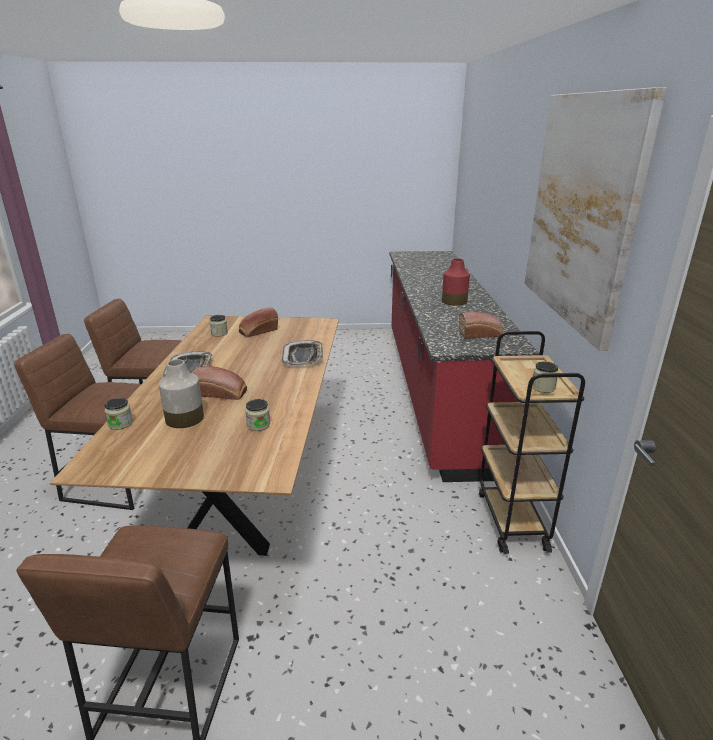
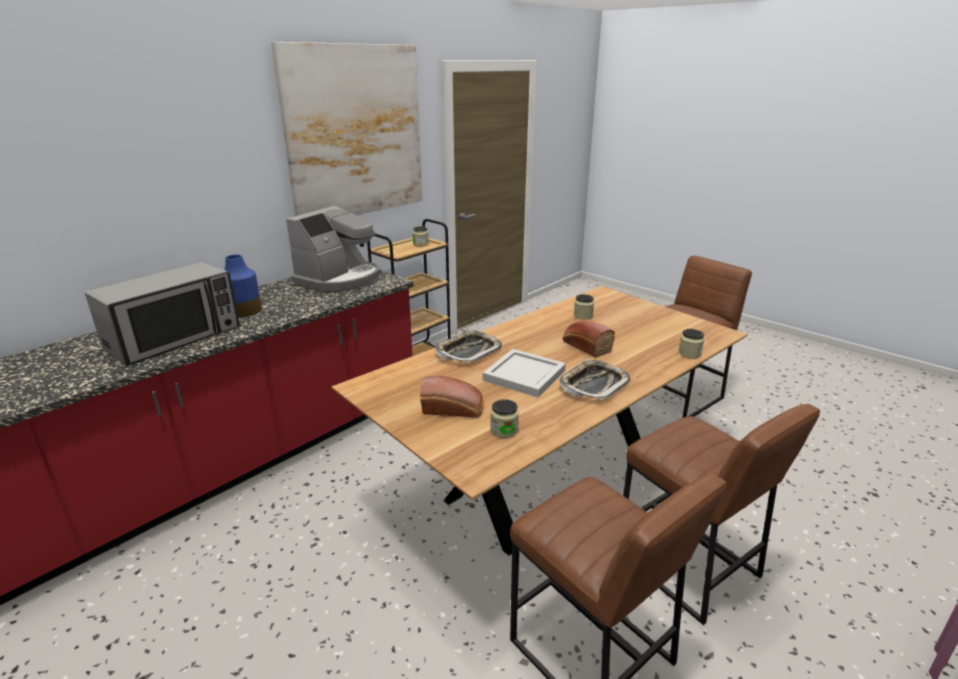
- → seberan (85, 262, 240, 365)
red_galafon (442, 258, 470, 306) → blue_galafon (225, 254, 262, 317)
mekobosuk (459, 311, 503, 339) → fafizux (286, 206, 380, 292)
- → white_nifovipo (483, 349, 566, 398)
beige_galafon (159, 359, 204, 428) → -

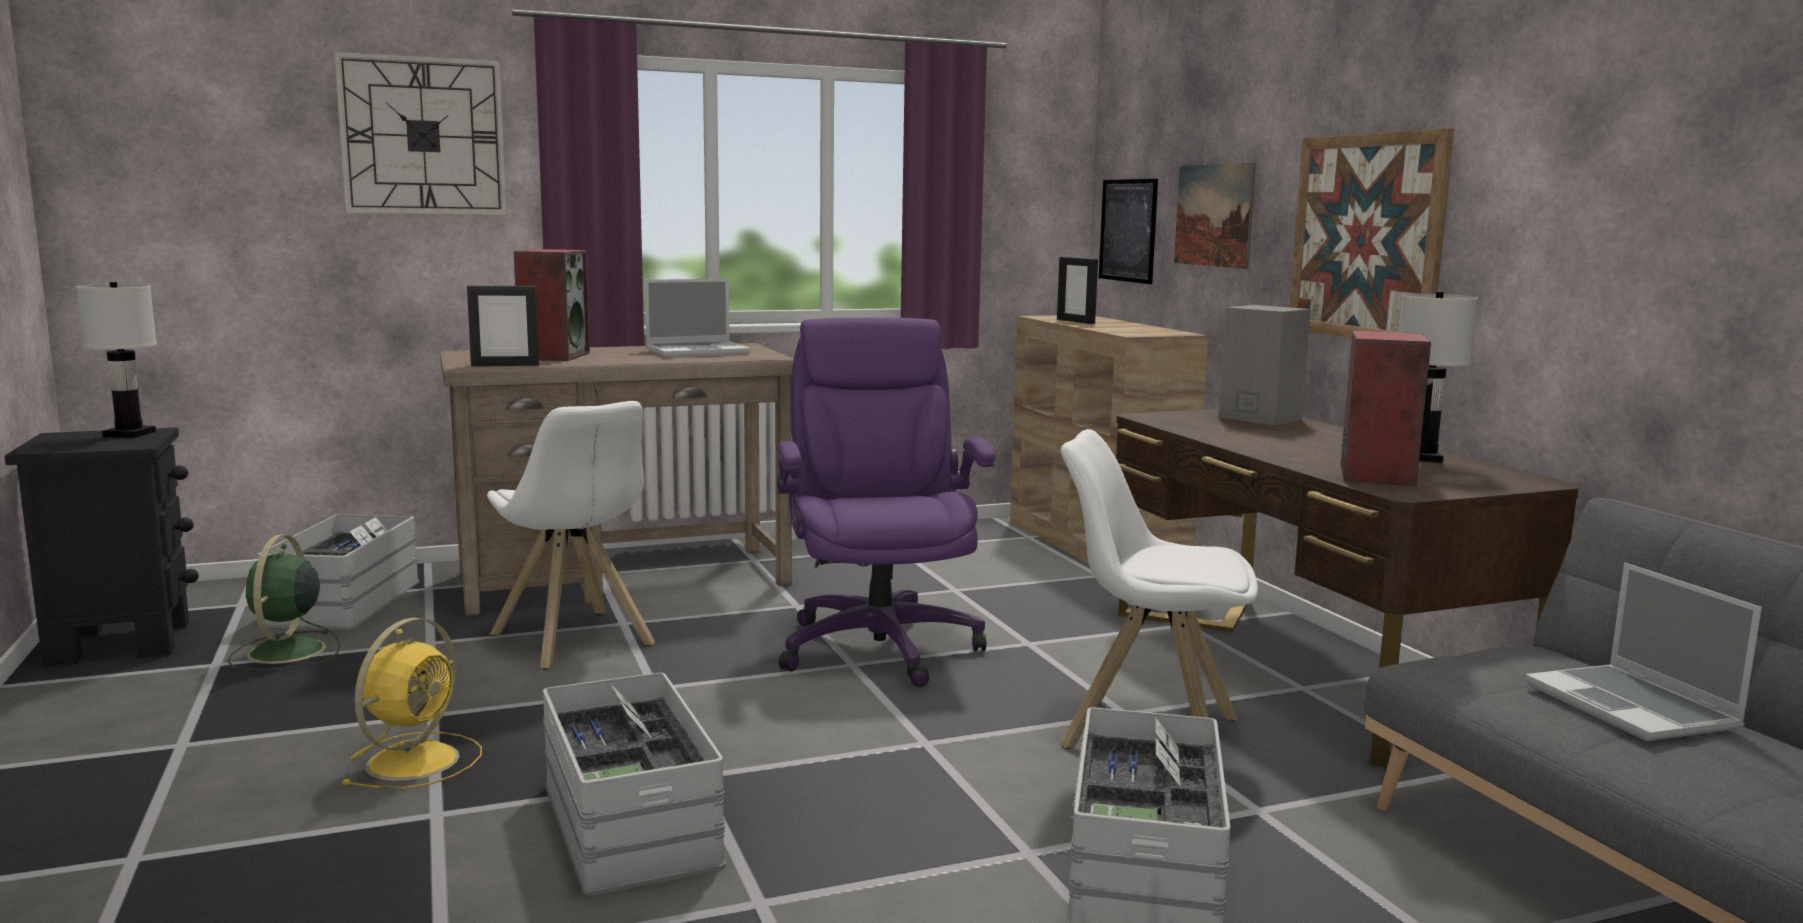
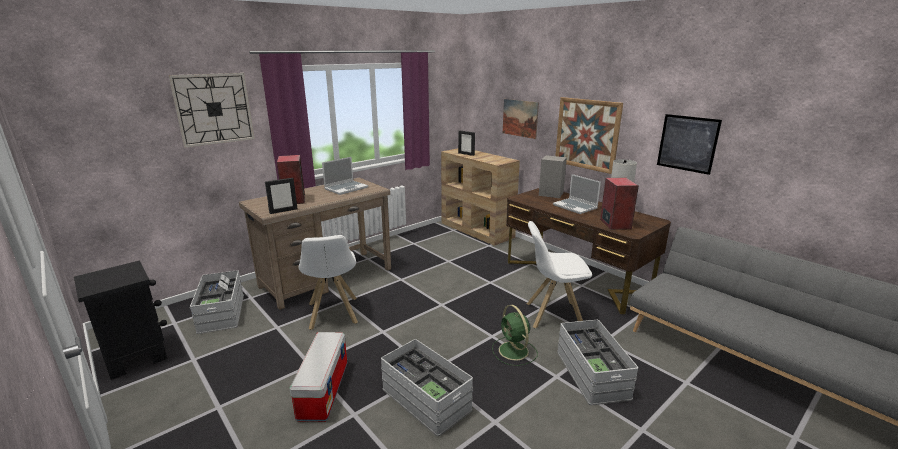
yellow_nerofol (341, 618, 482, 789) → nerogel (290, 332, 347, 422)
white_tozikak (487, 401, 655, 670) → white_tozikak (298, 235, 358, 330), 45 degrees clockwise
green_nerofol (228, 535, 340, 670) → green_nerofol (492, 305, 538, 366), shifted
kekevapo (1525, 563, 1762, 741) → kekevapo (553, 174, 601, 214), shifted
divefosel (1099, 179, 1158, 284) → divefosel (657, 114, 722, 175), shifted
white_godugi (76, 282, 157, 438) → -
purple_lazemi (777, 317, 996, 687) → -

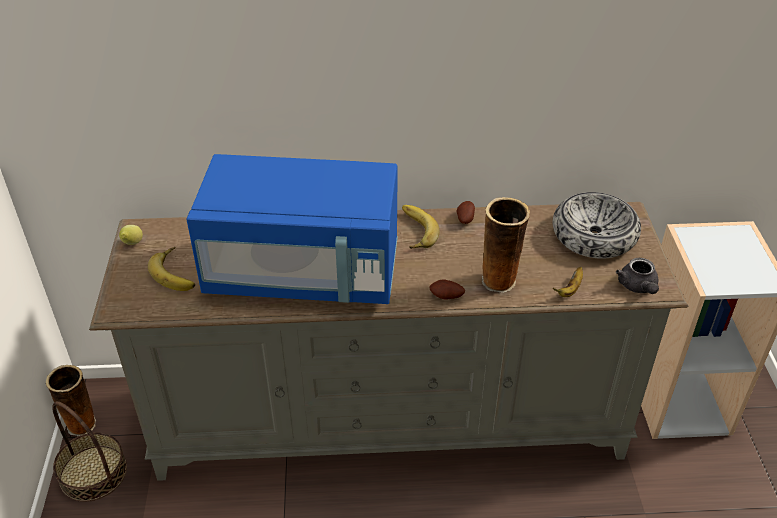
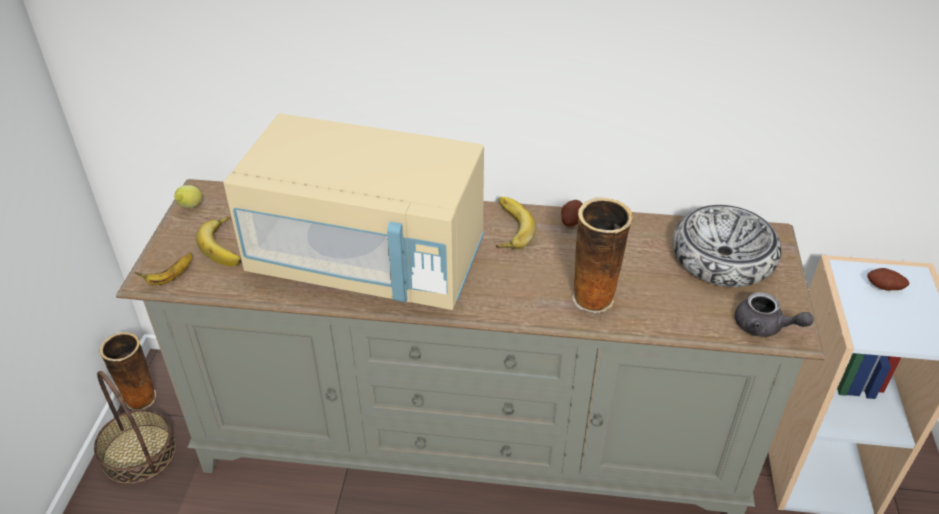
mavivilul (553, 267, 583, 297) → mavivilul (134, 253, 192, 285), shifted
blue_seberan (186, 154, 398, 304) → beige_seberan (223, 113, 484, 310)
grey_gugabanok (616, 258, 659, 294) → grey_gugabanok (735, 292, 814, 337), 60 degrees counterclockwise
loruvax (429, 280, 465, 300) → loruvax (867, 268, 909, 290), shifted

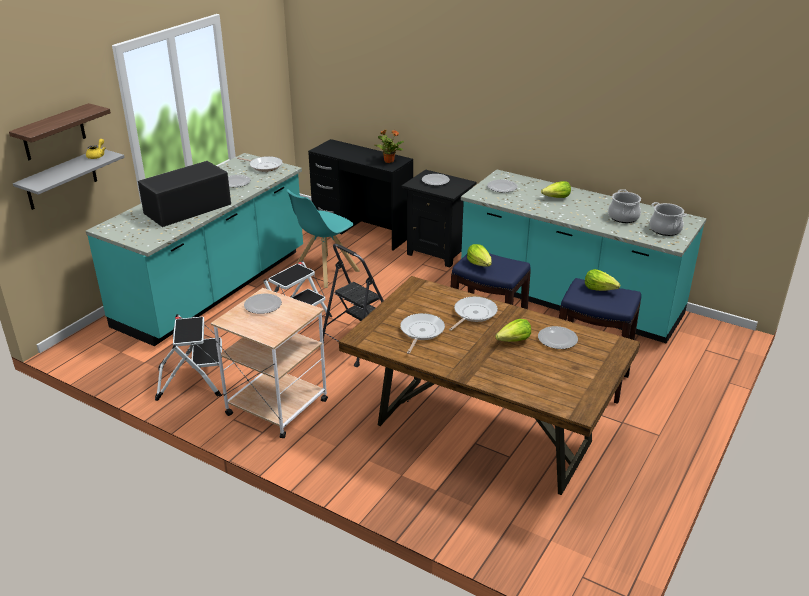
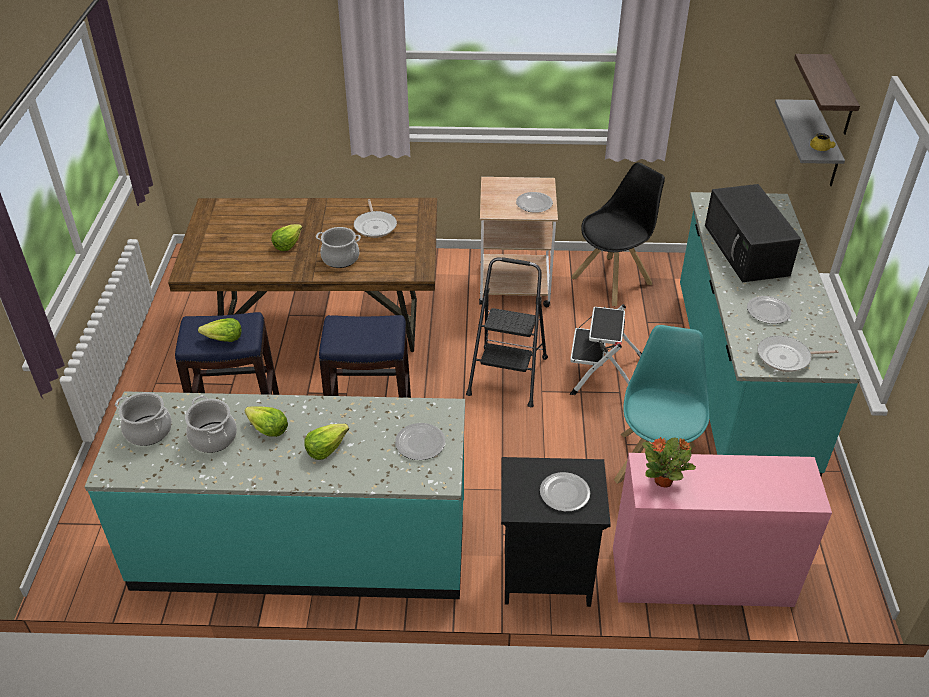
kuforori (467, 244, 492, 267) → kuforori (244, 407, 288, 437), shifted
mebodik (449, 297, 498, 331) → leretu (316, 227, 361, 268)
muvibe (155, 314, 222, 401) → black_tozikak (571, 162, 665, 306)
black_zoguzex (308, 139, 413, 250) → pink_zoguzex (613, 453, 832, 607)
black_seberan (138, 161, 231, 227) → black_seberan (705, 184, 801, 282), 150 degrees clockwise
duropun (538, 326, 578, 349) → -

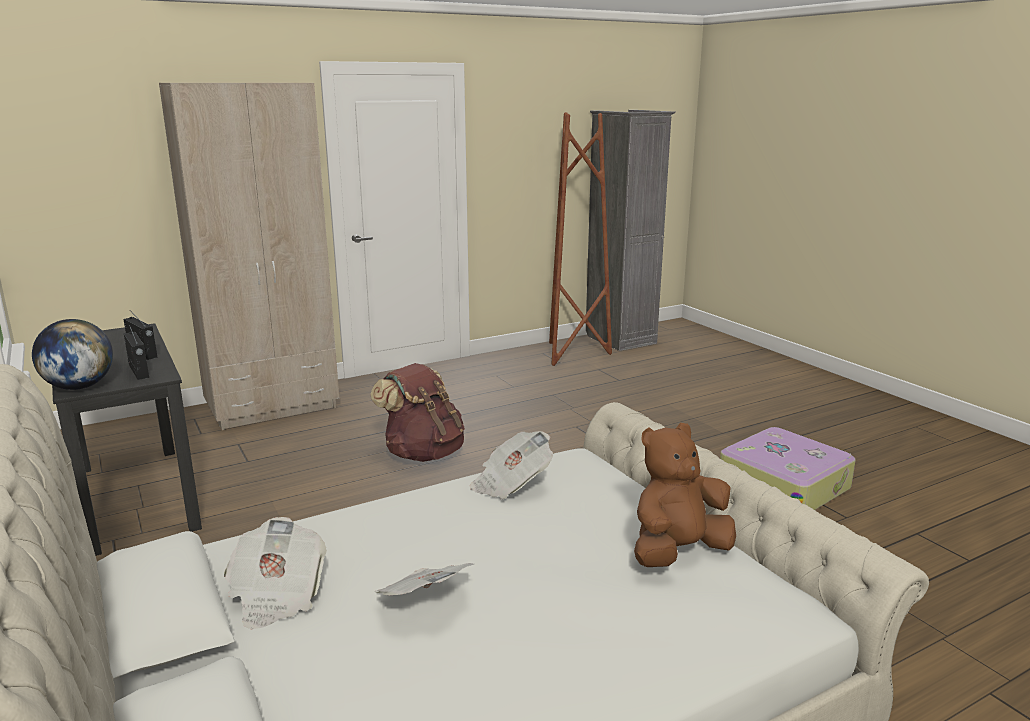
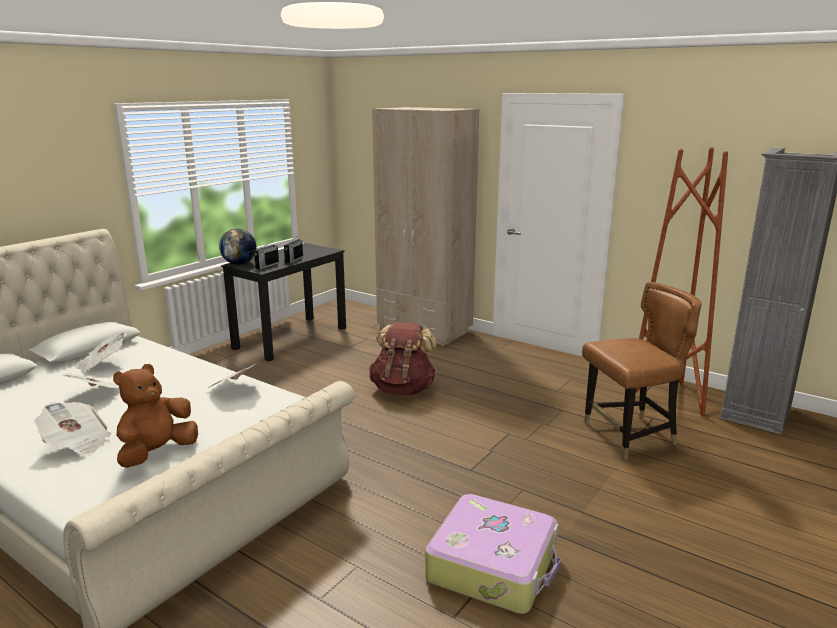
- → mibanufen (34, 402, 111, 456)
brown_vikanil (634, 423, 736, 567) → brown_vikanil (113, 364, 198, 468), 90 degrees counterclockwise
- → brown_tozikak (582, 282, 702, 459)

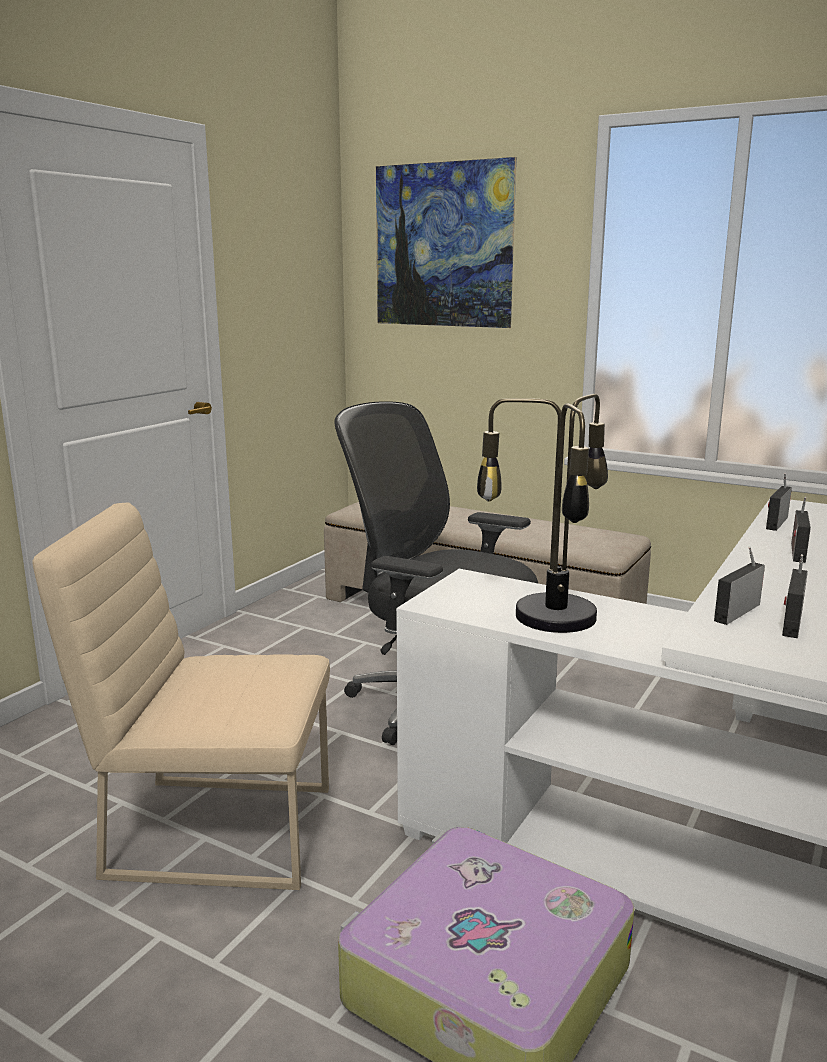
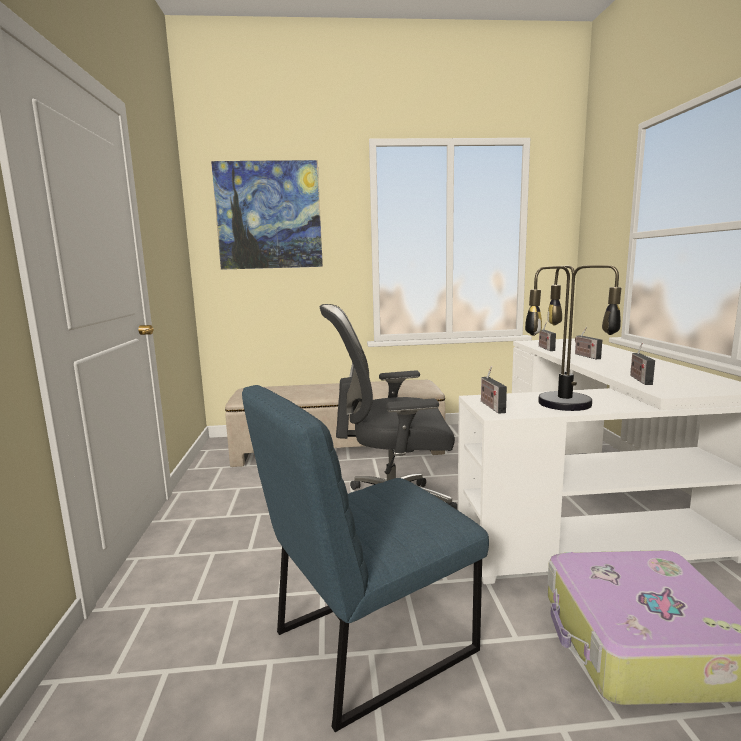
beige_tozikak (32, 503, 330, 890) → blue_tozikak (242, 385, 489, 732)
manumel (782, 554, 808, 638) → manumel (481, 366, 507, 414), shifted

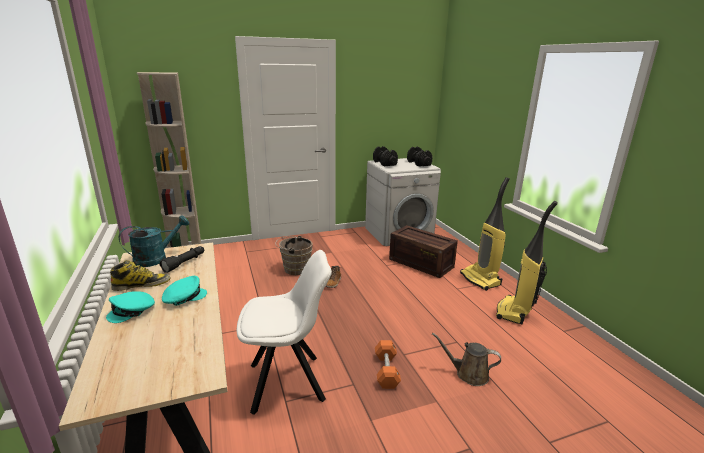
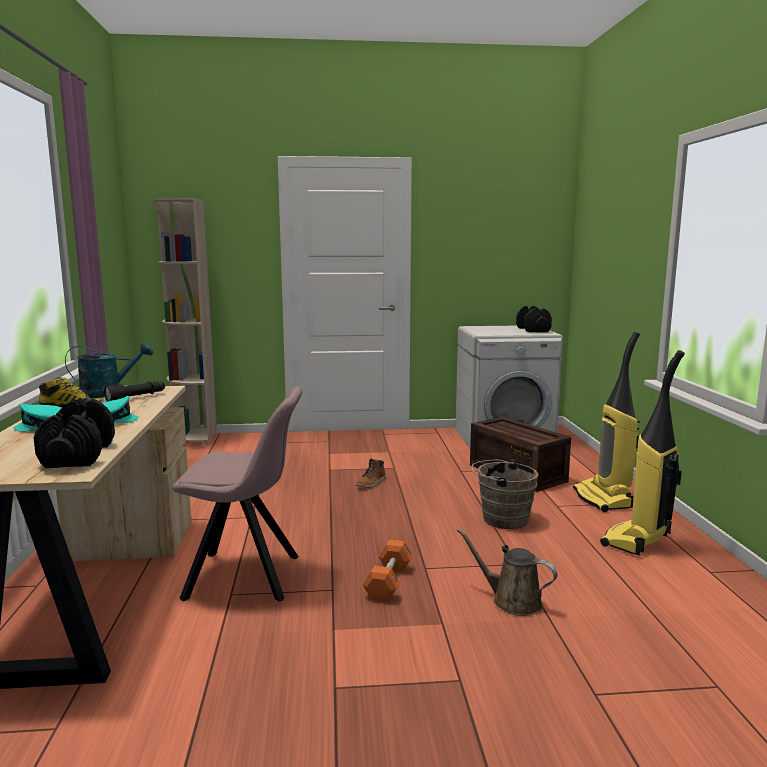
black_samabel (373, 146, 398, 166) → black_samabel (34, 399, 115, 468), shifted
white_tozikak (237, 250, 332, 415) → pink_tozikak (172, 387, 302, 601)
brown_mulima (275, 236, 313, 275) → brown_mulima (472, 460, 539, 529), shifted

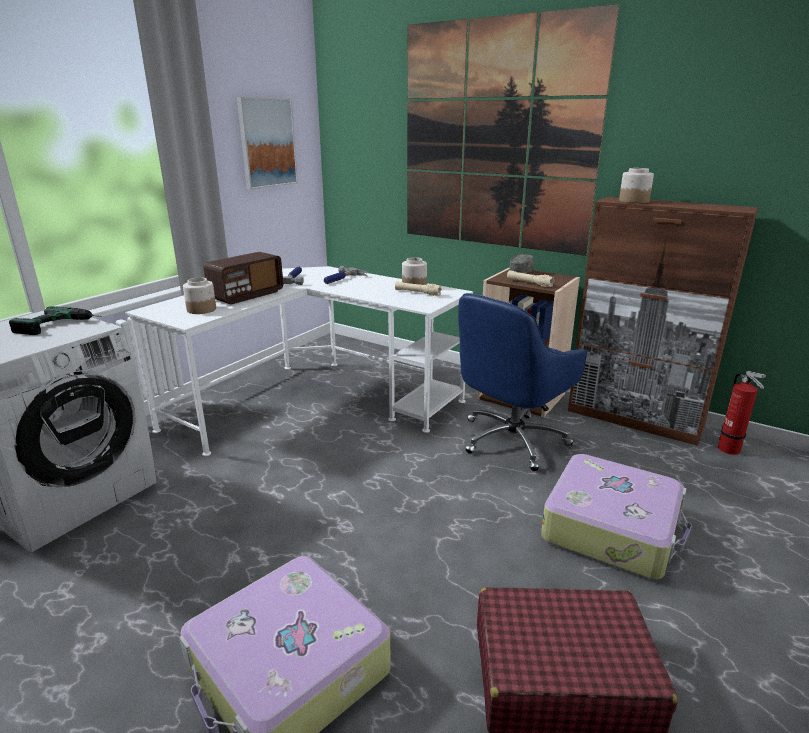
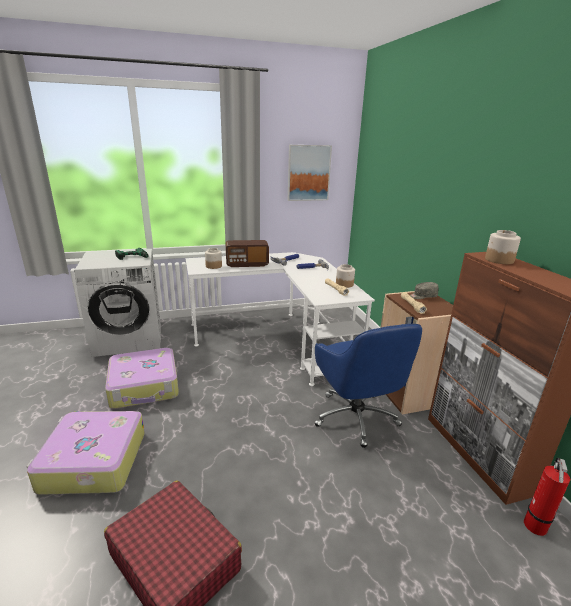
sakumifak (541, 454, 692, 579) → sakumifak (105, 348, 179, 409), shifted
blue_lazemi (458, 293, 587, 471) → blue_lazemi (315, 324, 422, 448), 105 degrees counterclockwise
divefosel (407, 4, 619, 256) → -

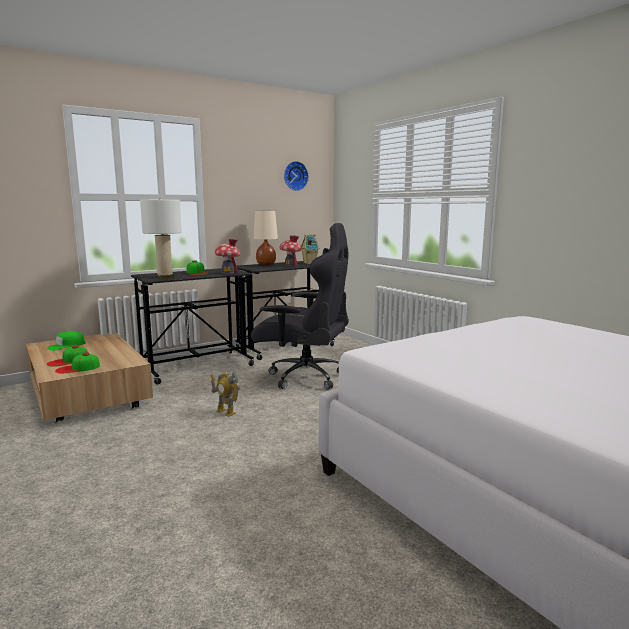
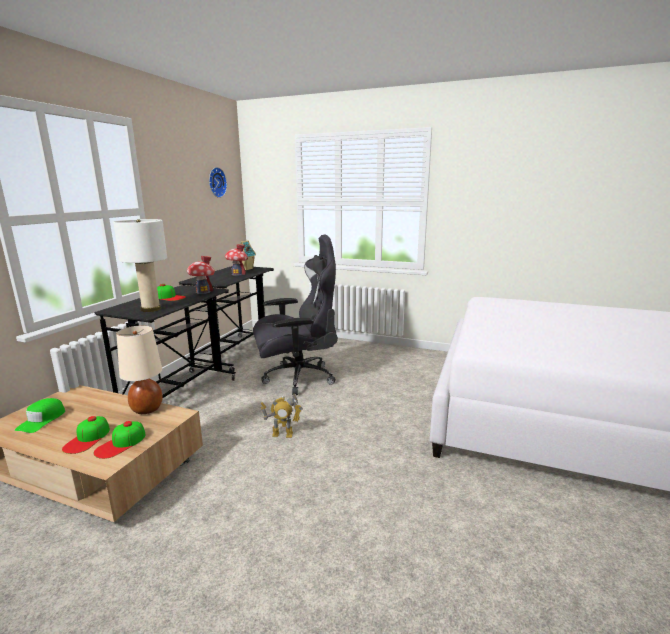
beige_godugi (253, 210, 278, 265) → beige_godugi (116, 326, 163, 414), shifted

